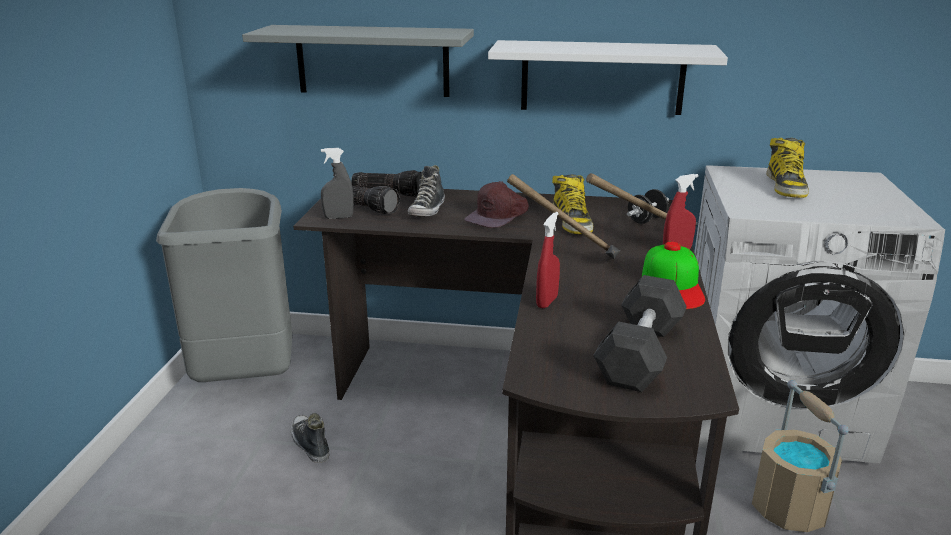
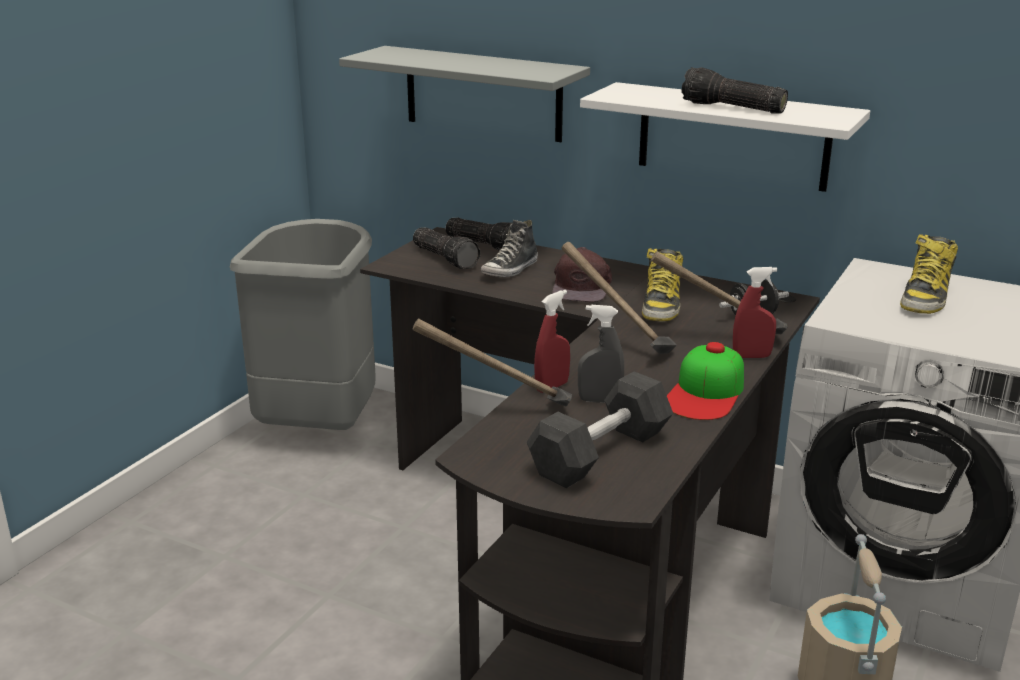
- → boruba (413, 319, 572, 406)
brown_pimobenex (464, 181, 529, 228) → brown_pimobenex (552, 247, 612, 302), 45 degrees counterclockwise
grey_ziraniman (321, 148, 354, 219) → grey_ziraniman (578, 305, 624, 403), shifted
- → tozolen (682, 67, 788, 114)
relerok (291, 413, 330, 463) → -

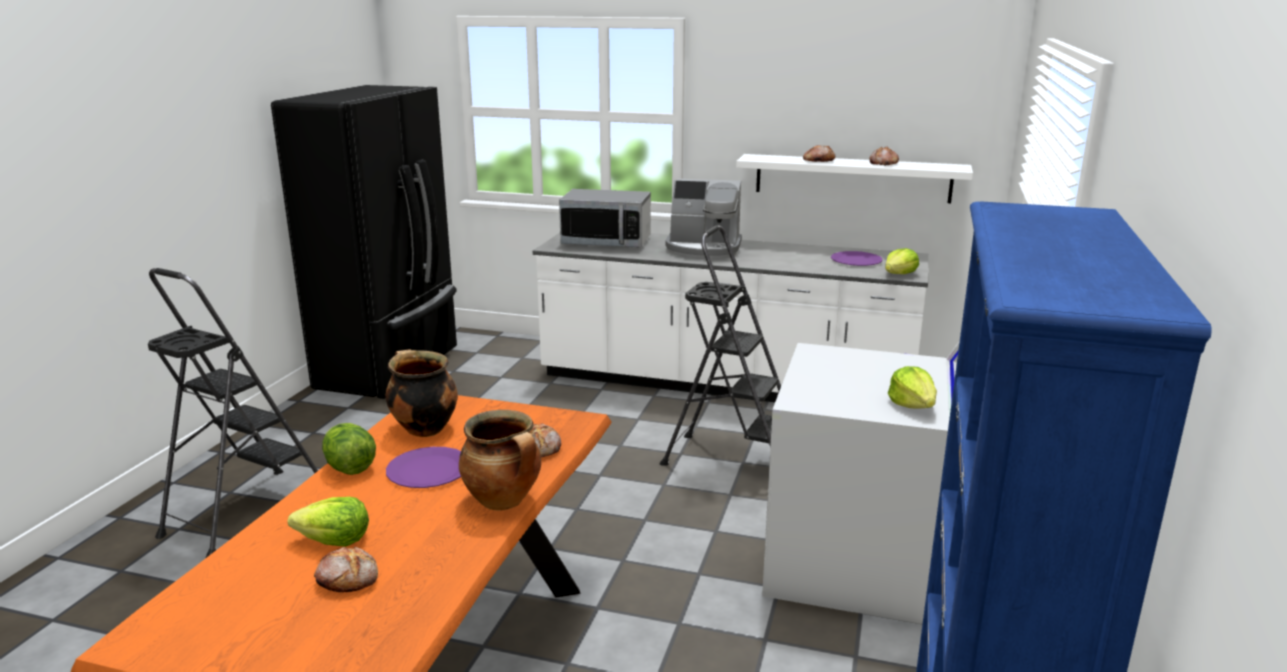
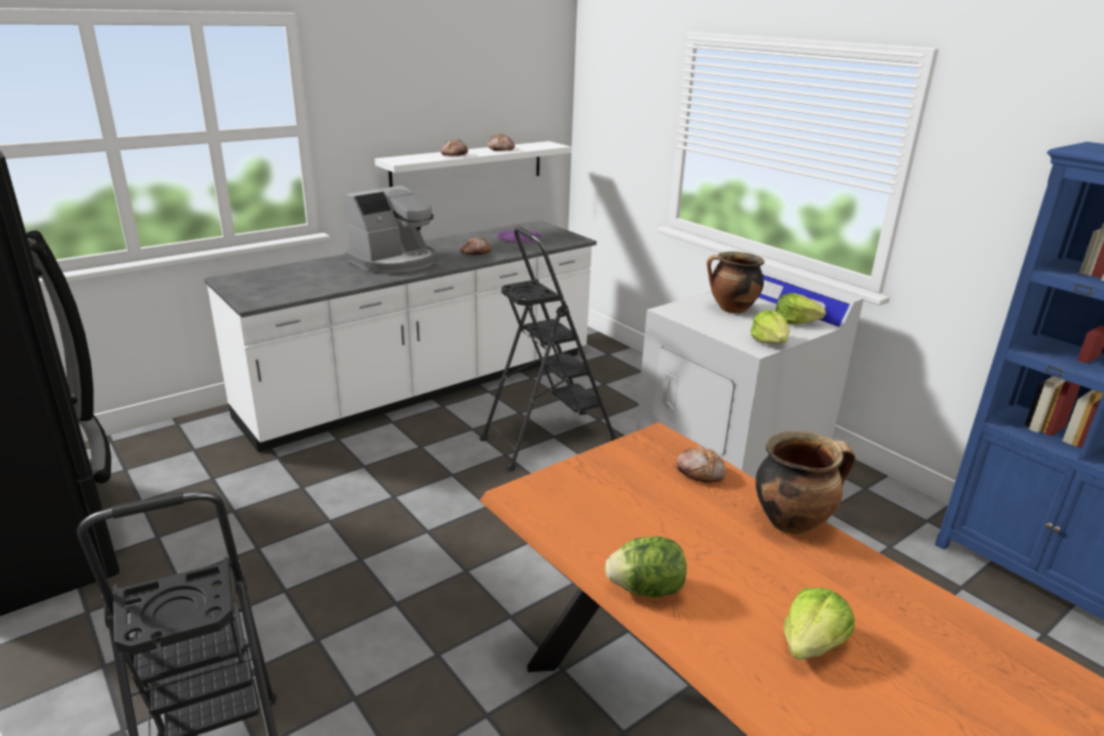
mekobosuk (314, 547, 378, 592) → mekobosuk (460, 238, 491, 255), shifted
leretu (386, 350, 458, 437) → leretu (707, 252, 764, 313), shifted
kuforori (885, 248, 919, 274) → kuforori (750, 310, 790, 344), shifted
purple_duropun (386, 447, 461, 488) → -
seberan (559, 189, 651, 248) → -

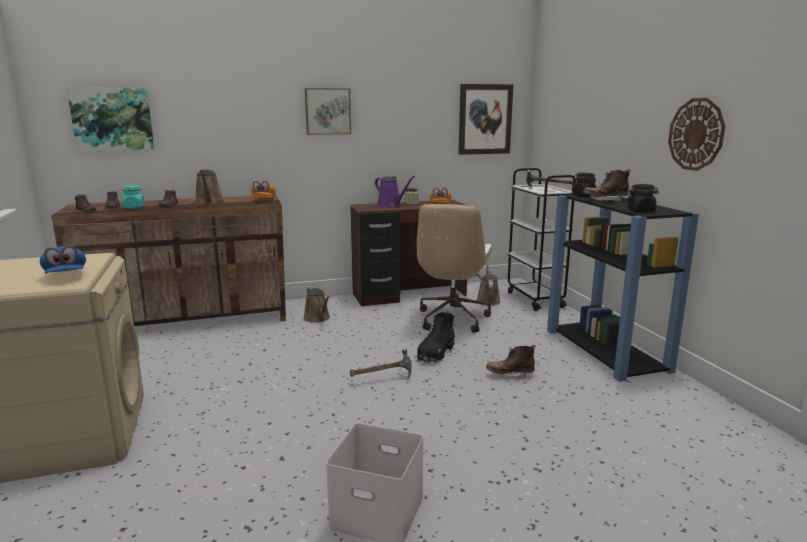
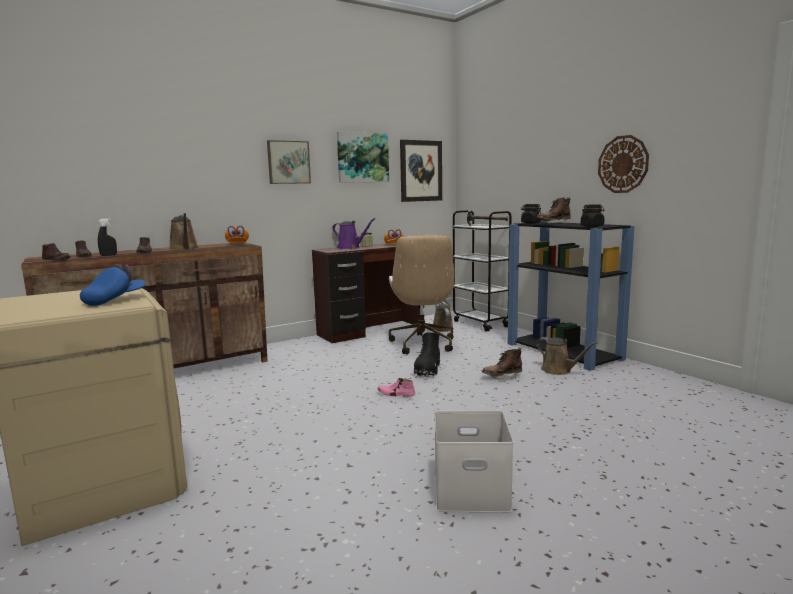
blue_pimobenex (40, 245, 86, 274) → blue_pimobenex (80, 264, 145, 306), 105 degrees counterclockwise
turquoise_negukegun (122, 185, 145, 209) → black_ziraniman (98, 219, 117, 256)
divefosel (67, 88, 155, 152) → divefosel (337, 132, 389, 183), shifted
boruba (350, 349, 412, 380) → pink_relerok (378, 378, 415, 397)
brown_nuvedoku (304, 287, 330, 323) → brown_nuvedoku (536, 337, 597, 375), shifted

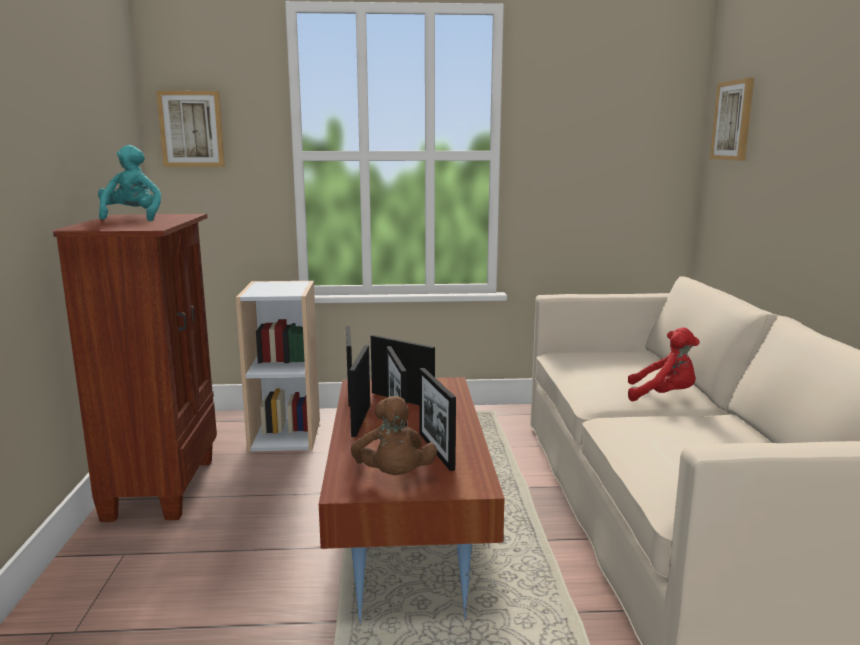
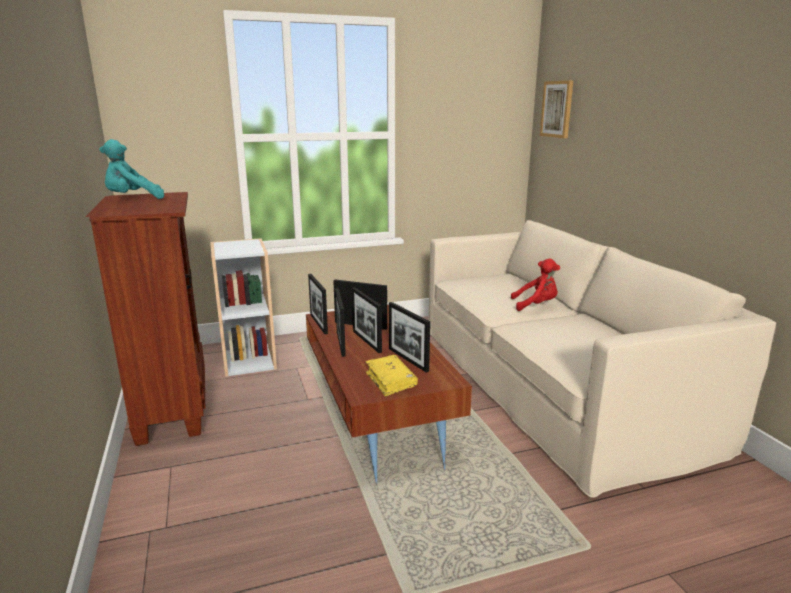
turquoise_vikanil (98, 145, 161, 221) → turquoise_vikanil (99, 139, 164, 199), 90 degrees counterclockwise
brown_vikanil (351, 396, 437, 475) → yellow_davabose (365, 355, 418, 397)
divefosel (156, 91, 225, 167) → -

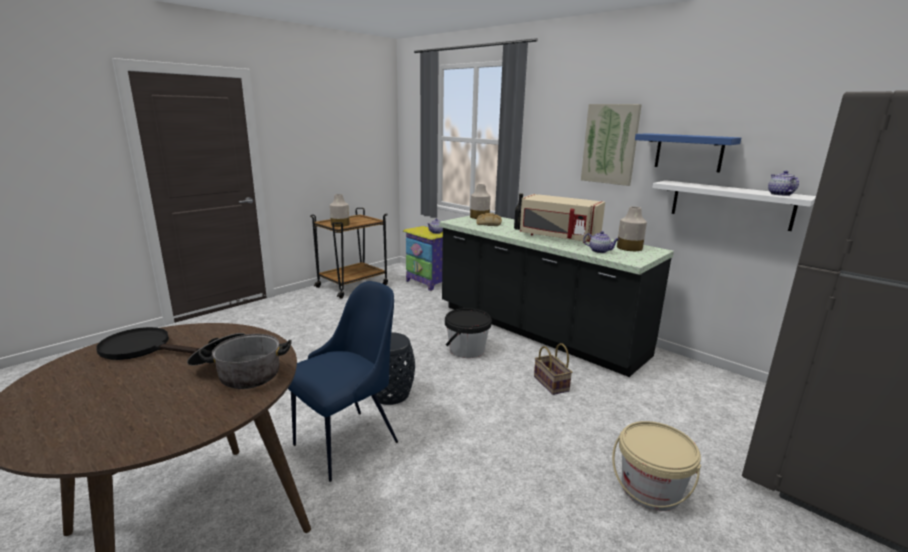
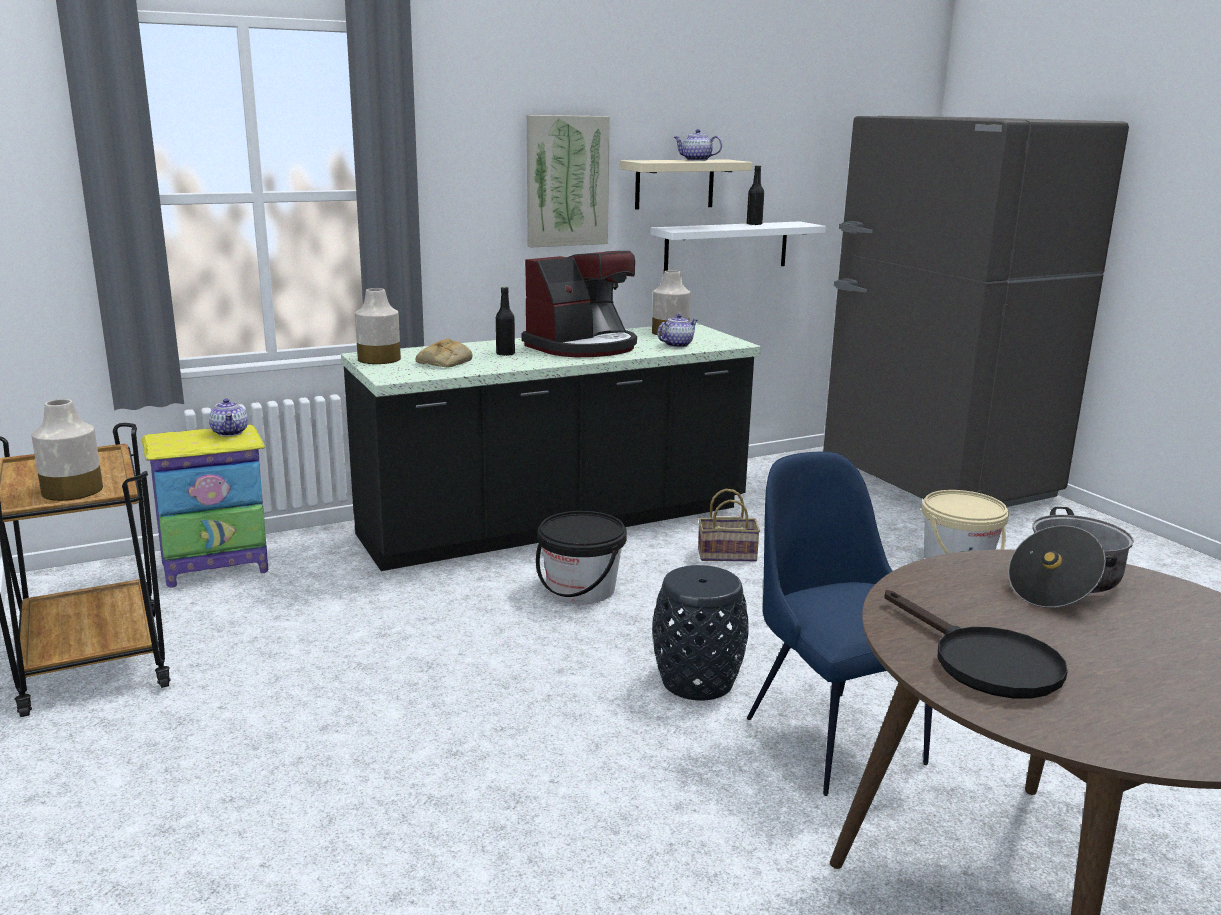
beige_seberan (520, 194, 605, 243) → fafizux (522, 251, 637, 357)
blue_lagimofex (635, 133, 741, 173) → beige_lagimofex (620, 160, 753, 210)
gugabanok (768, 171, 799, 196) → gugabanok (674, 129, 722, 161), shifted
- → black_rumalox (747, 165, 764, 225)
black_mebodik (96, 327, 200, 360) → black_mebodik (885, 590, 1068, 699), 60 degrees counterclockwise

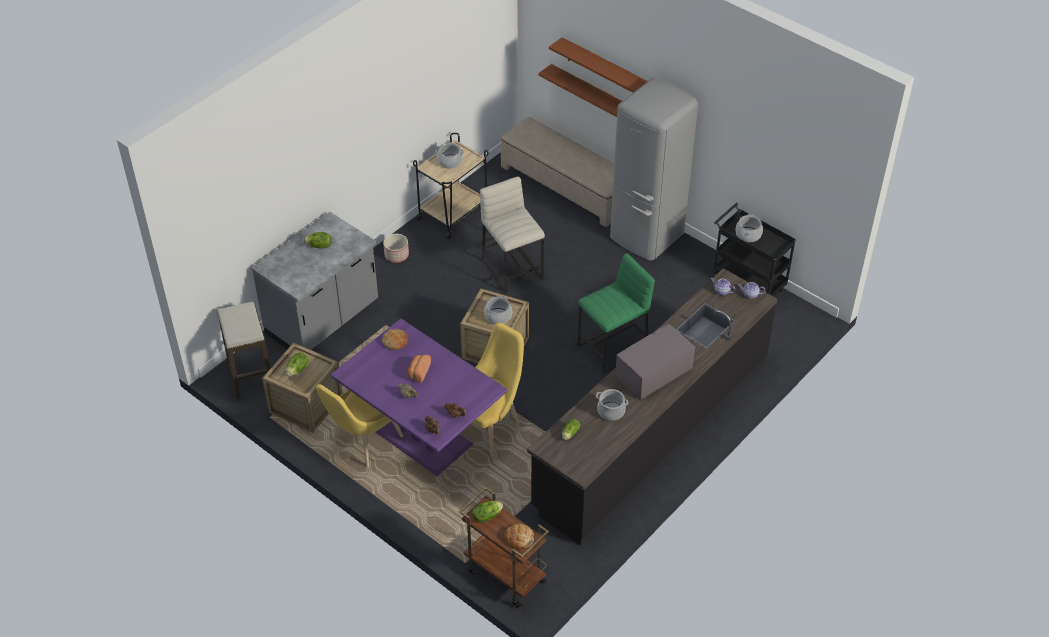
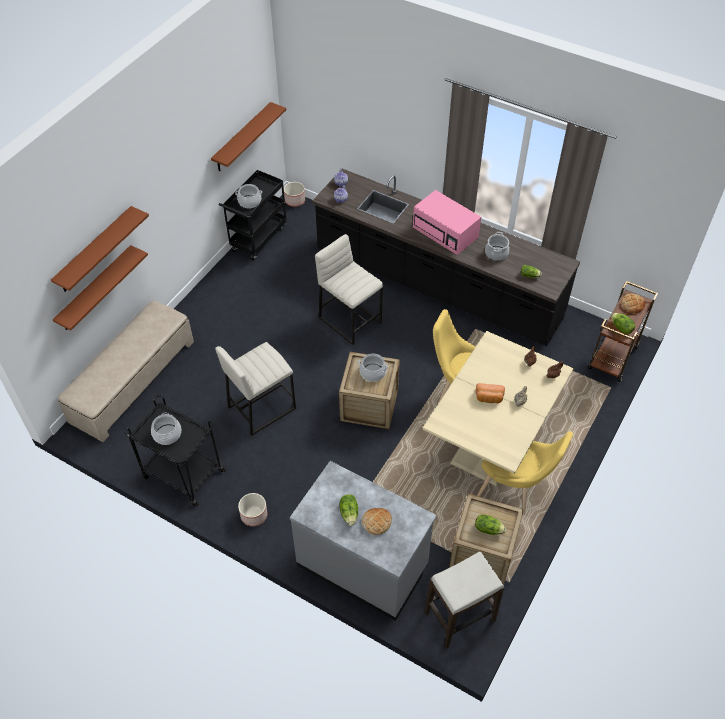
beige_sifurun (413, 133, 489, 239) → black_sifurun (124, 395, 226, 507)
- → brown_lagimofex (211, 102, 286, 171)
- → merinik (284, 182, 305, 207)
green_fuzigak (577, 253, 655, 373) → beige_fuzigak (315, 234, 383, 345)
mekobosuk (382, 329, 408, 350) → mekobosuk (362, 508, 392, 535), shifted
grey_seberan (615, 324, 695, 400) → pink_seberan (413, 190, 481, 255)
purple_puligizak (331, 319, 507, 476) → beige_puligizak (423, 331, 573, 486)
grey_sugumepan (610, 78, 698, 260) → -

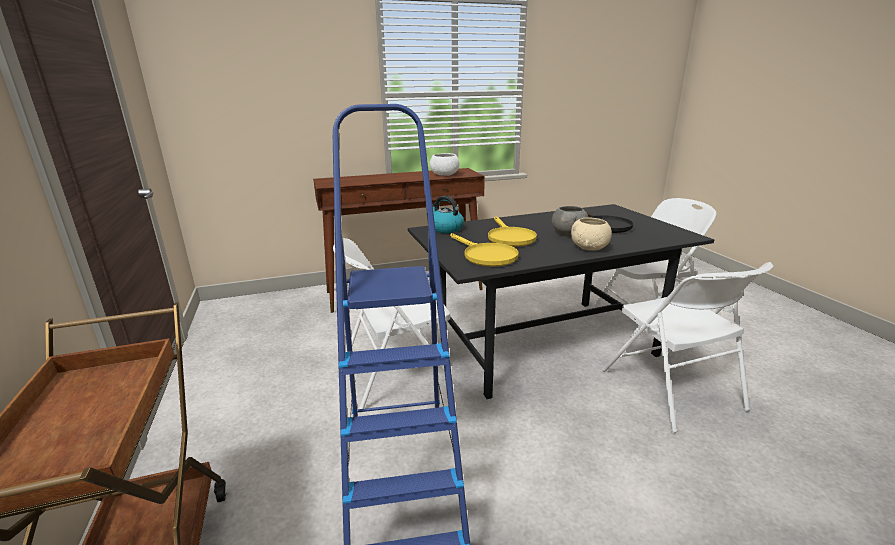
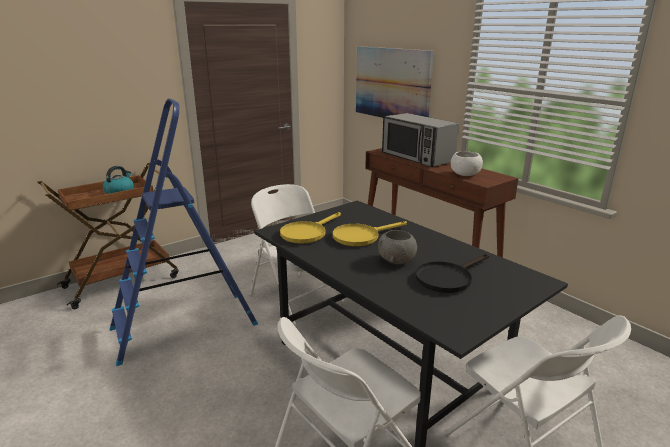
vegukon (432, 196, 464, 233) → vegukon (103, 166, 134, 194), shifted
- → divefosel (356, 46, 434, 118)
- → seberan (382, 113, 459, 167)
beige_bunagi (571, 217, 612, 251) → -

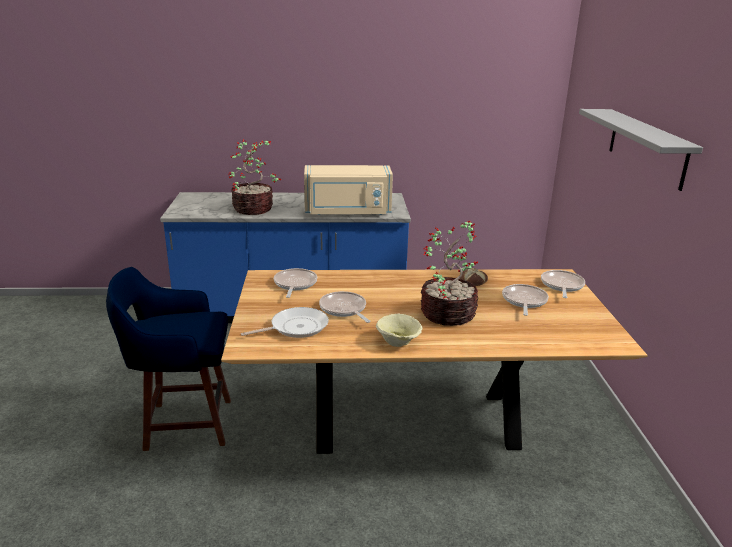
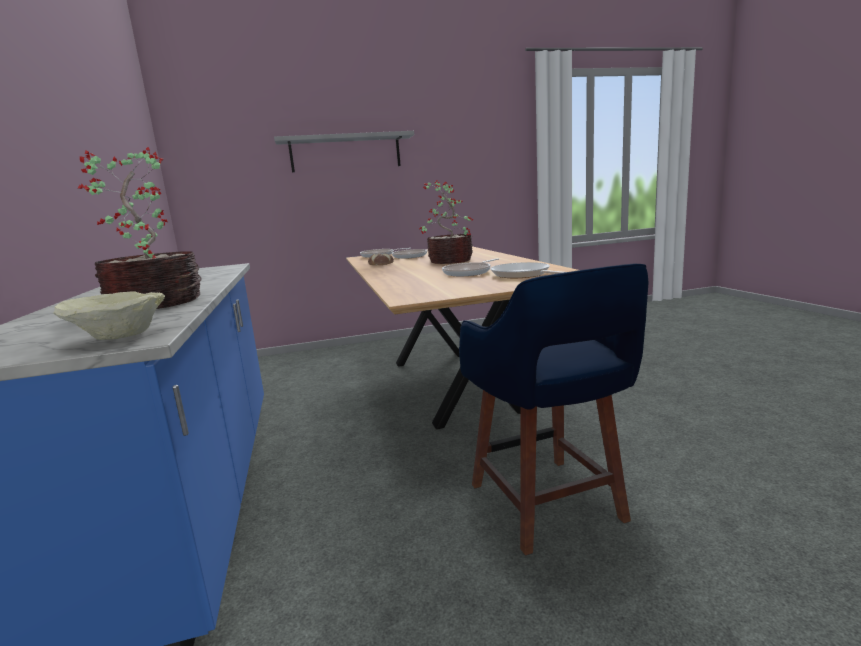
beige_bunagi (376, 314, 422, 347) → beige_bunagi (53, 291, 165, 340), shifted
mebodik (274, 268, 317, 298) → -
beige_seberan (304, 165, 393, 215) → -

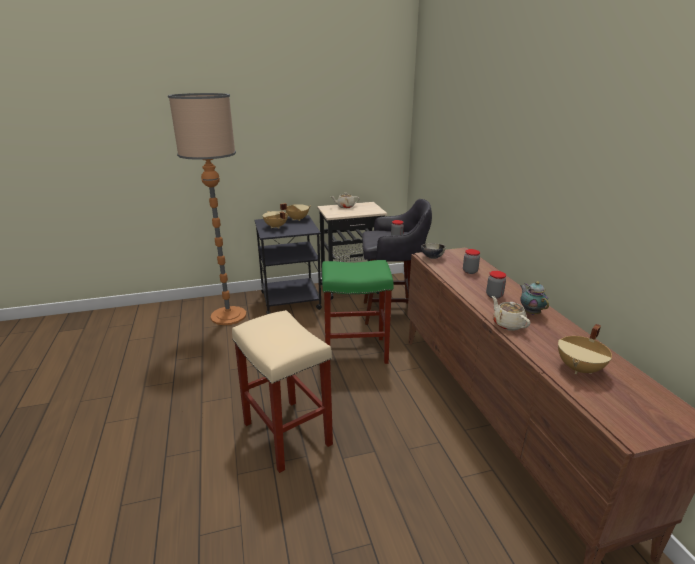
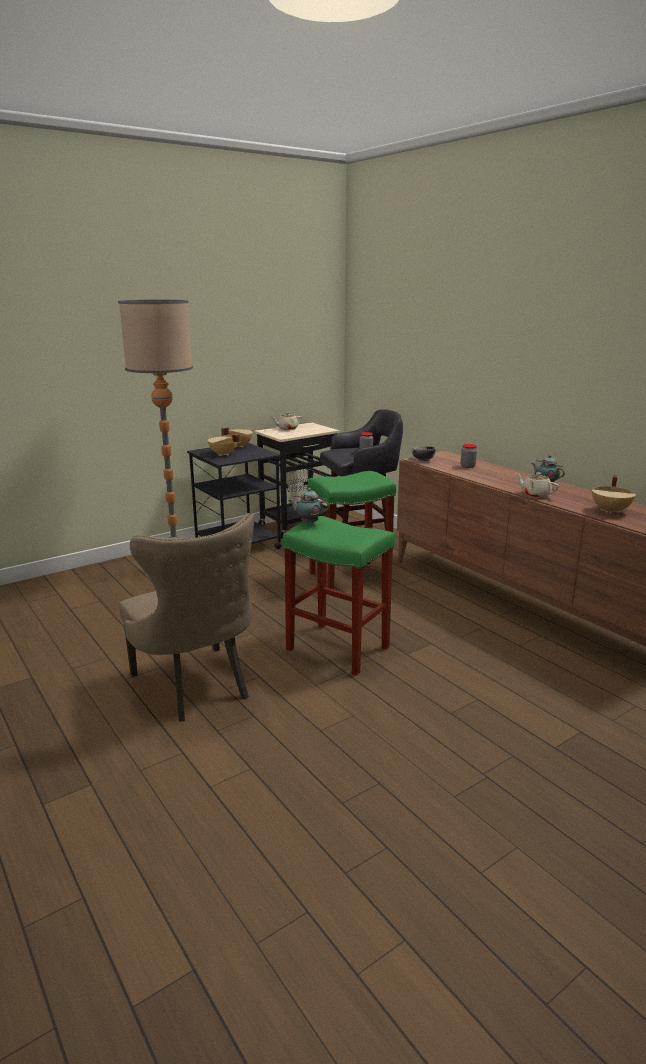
- → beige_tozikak (119, 513, 255, 722)
beige_fuzigak (232, 310, 333, 473) → green_fuzigak (283, 516, 395, 676)
- → gugabanok (288, 488, 330, 523)
negukegun (486, 271, 506, 299) → -

